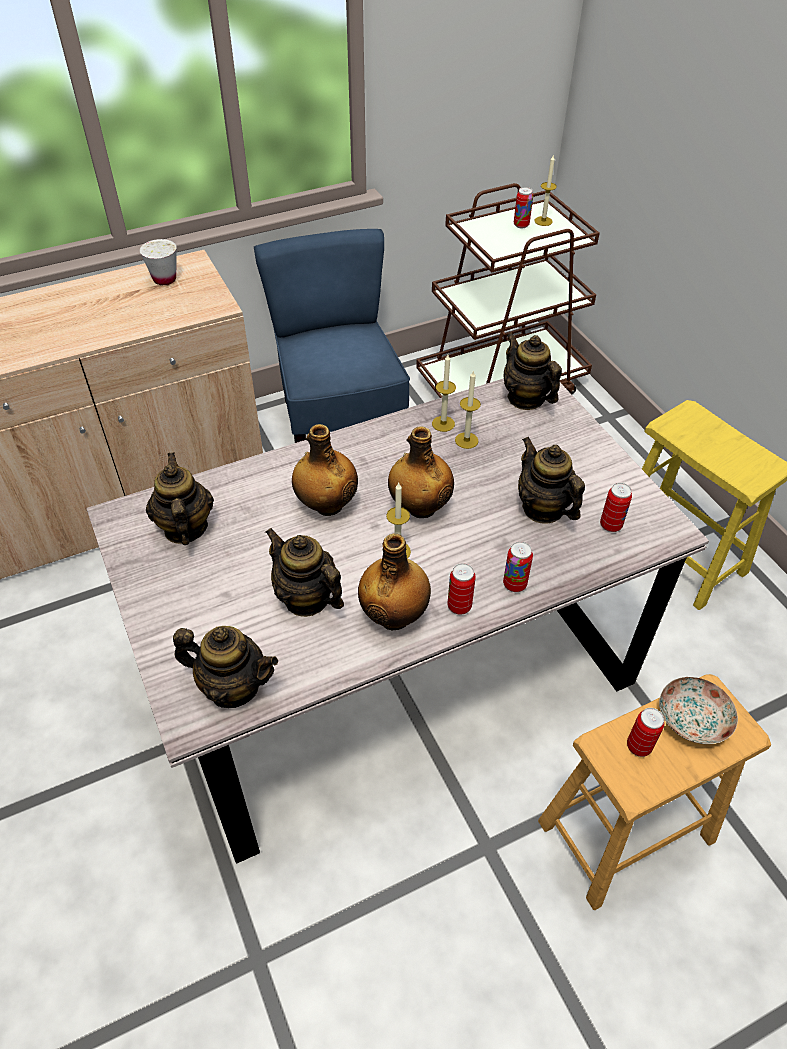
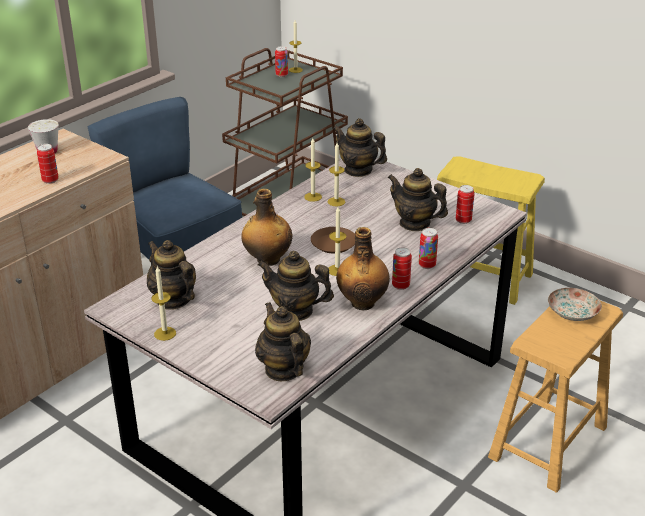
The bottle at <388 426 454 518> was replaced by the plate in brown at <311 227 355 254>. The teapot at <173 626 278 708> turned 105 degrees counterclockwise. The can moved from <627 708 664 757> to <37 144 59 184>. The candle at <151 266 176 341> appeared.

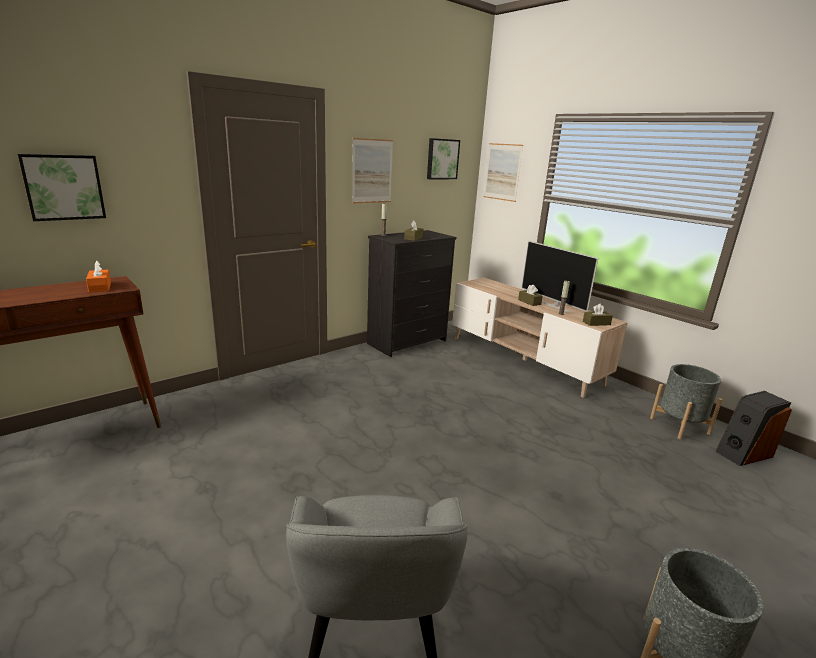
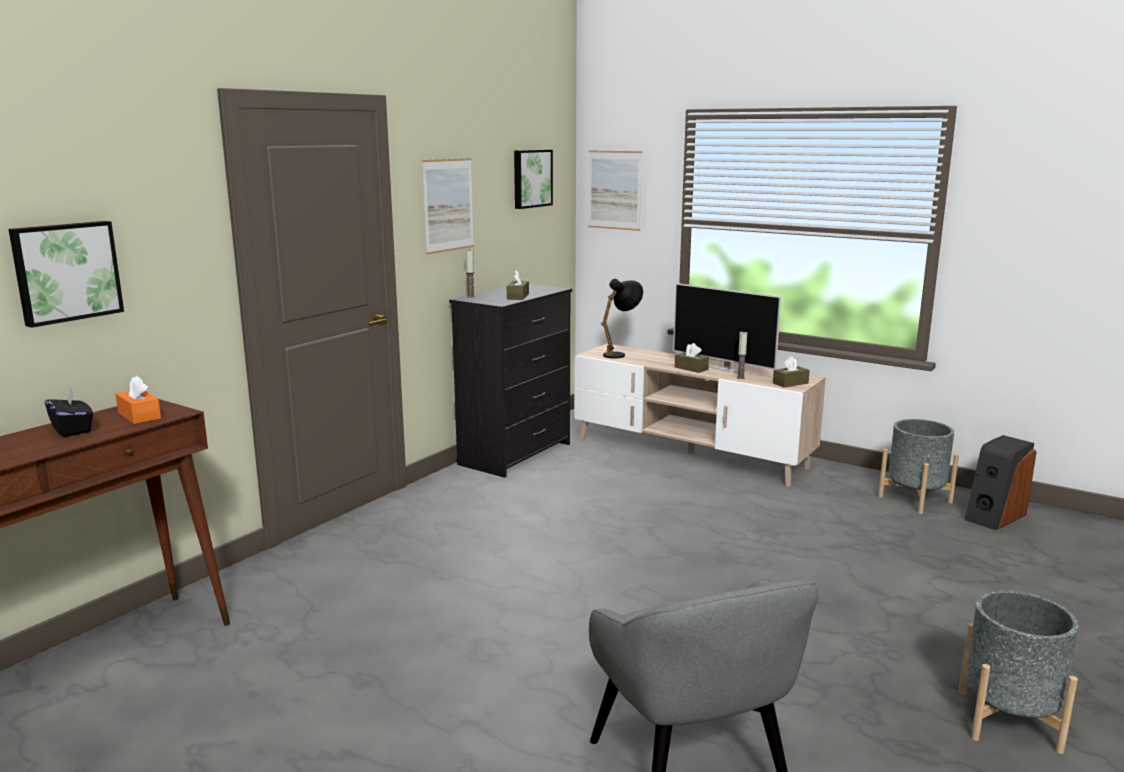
The table lamp in black at <601 279 643 359> appeared. The tissue box in black at <45 388 93 437> appeared.

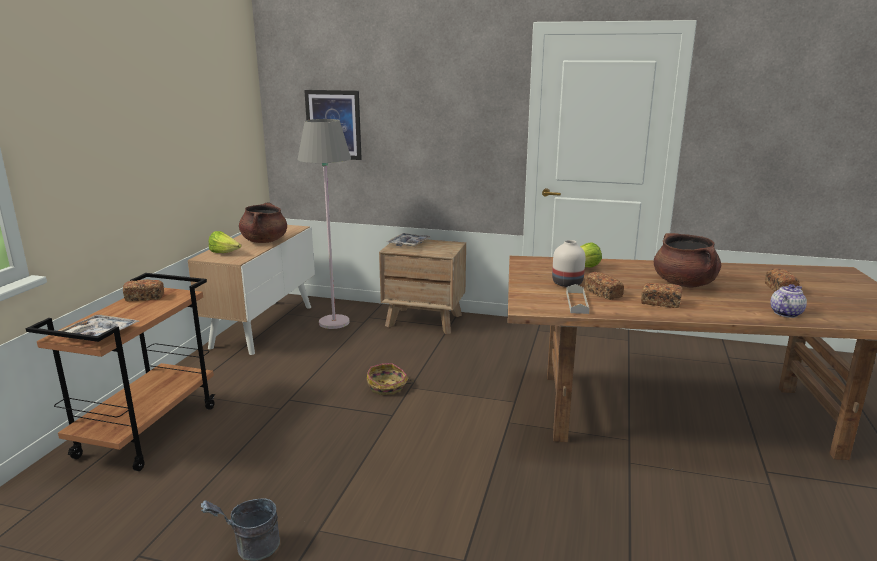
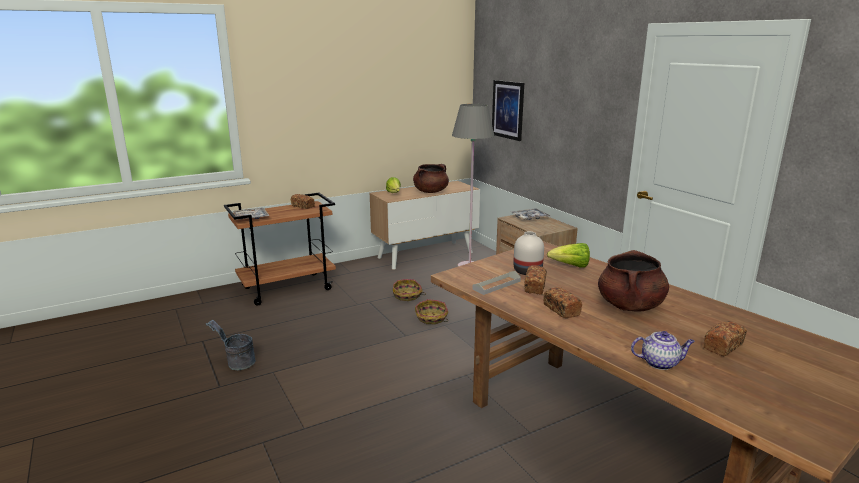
The basket at <393 279 426 301> appeared.

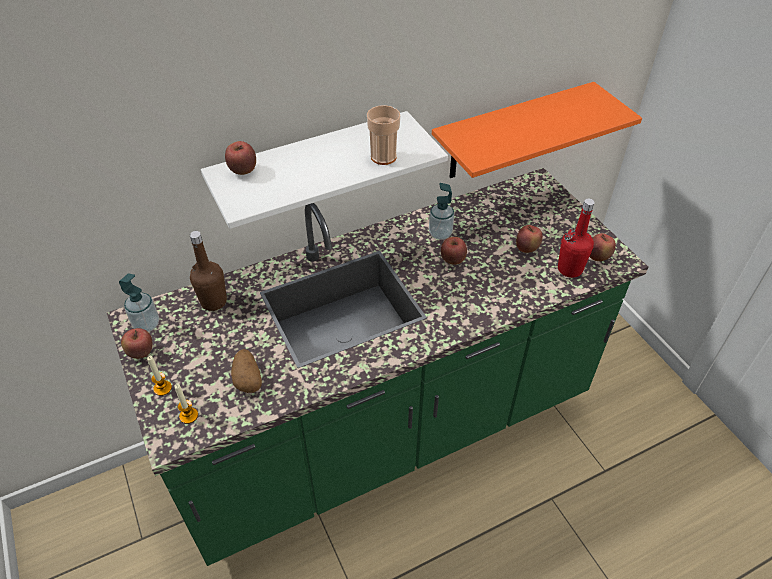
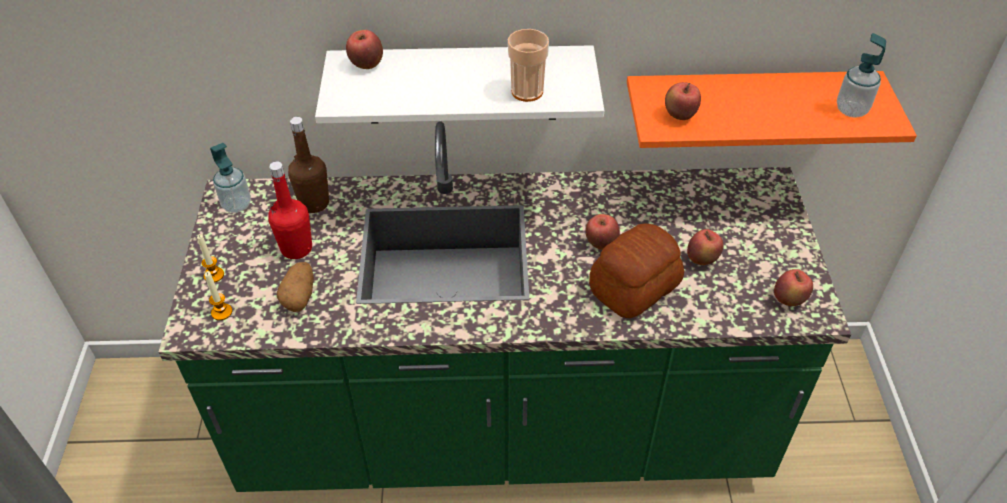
The soap dispenser moved from <429 183 454 240> to <837 33 886 118>. The bottle in red moved from <558 199 594 278> to <268 162 312 259>. The apple moved from <121 328 153 359> to <665 82 701 120>. The bread at <589 224 684 318> appeared.

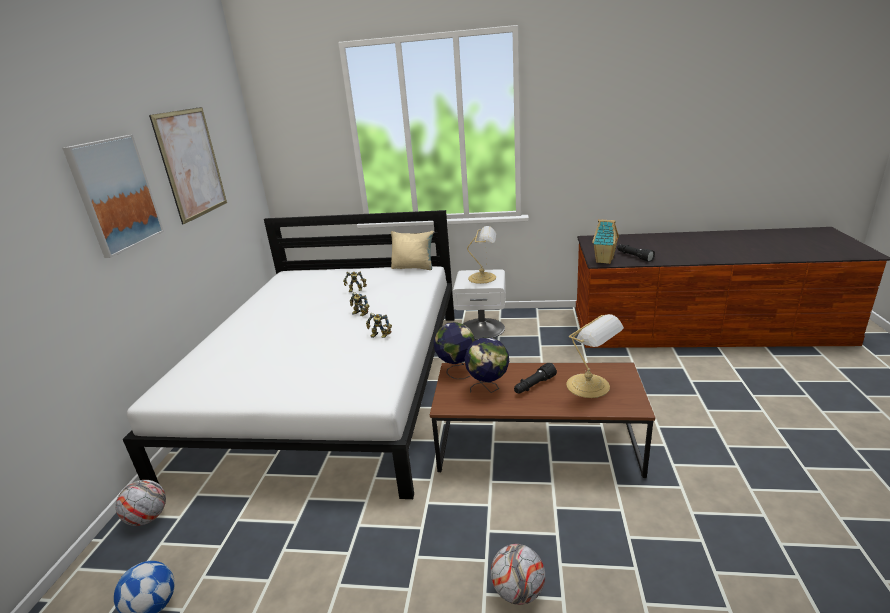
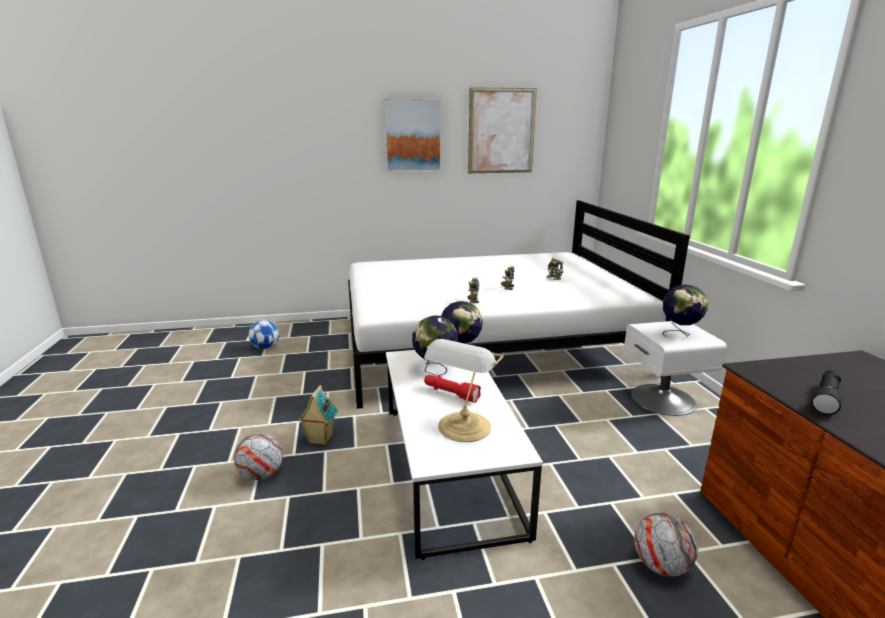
The toy house moved from <592 219 619 264> to <298 385 338 445>. The table lamp at <467 226 496 284> was replaced by the globe at <663 284 708 337>. The pillow in beige at <391 231 434 270> disappeared. The coffee table in brown at <430 363 656 478> became the coffee table in white at <386 350 543 560>. The flashlight in black at <514 363 557 393> became the flashlight in red at <424 375 481 403>. The football moved from <116 480 166 526> to <634 513 698 577>.

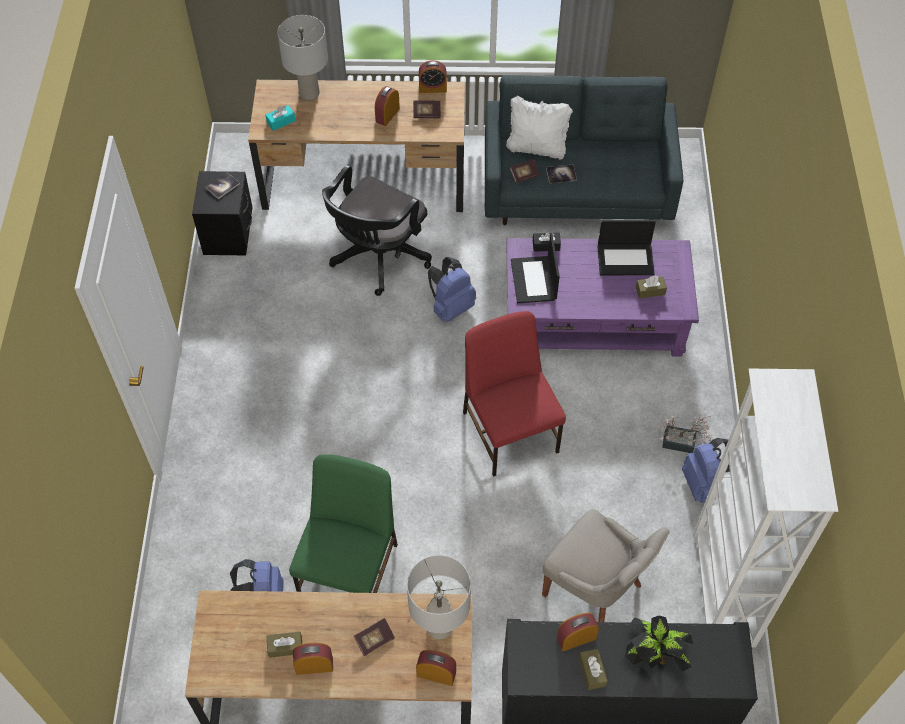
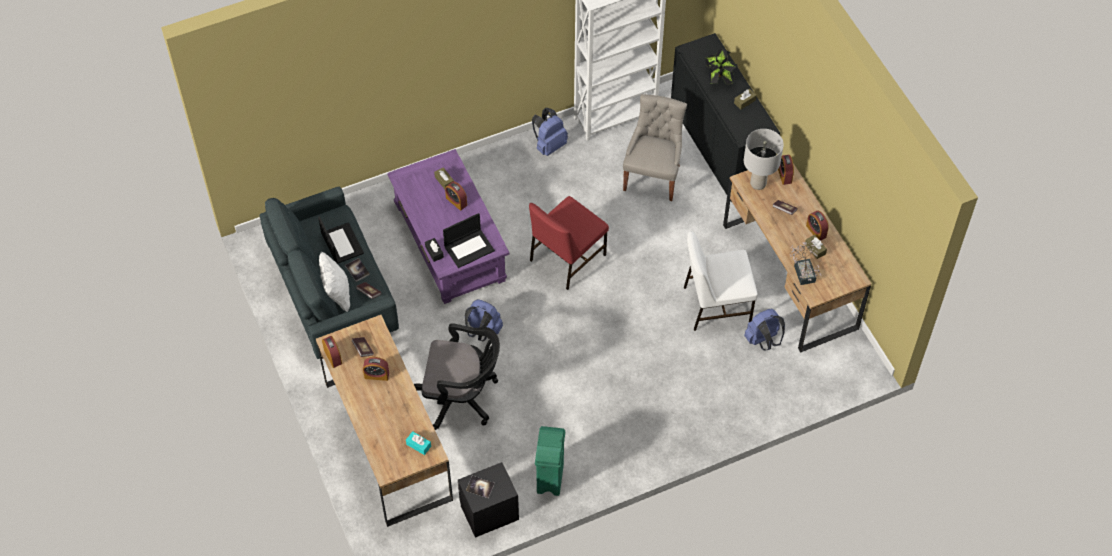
The table lamp in grey at <277 15 328 101> disappeared. The laptop moved from <597 220 656 275> to <318 216 364 264>. The potted plant moved from <658 414 712 453> to <790 241 821 285>. The chair in green at <289 454 398 593> became the chair in white at <684 231 758 331>. The alarm clock moved from <557 613 599 651> to <445 181 467 211>. The trash can in green at <535 426 565 496> appeared.

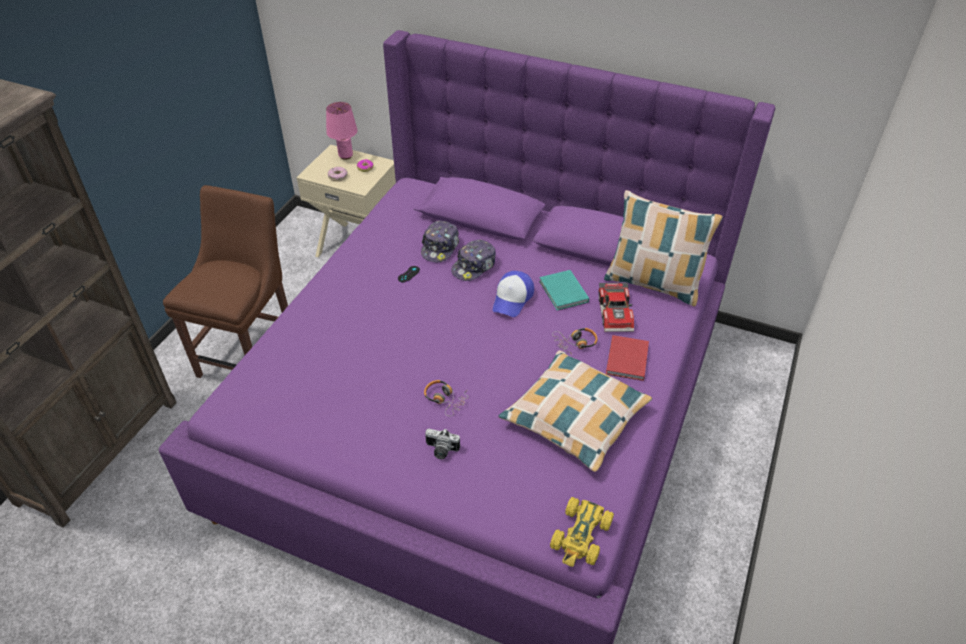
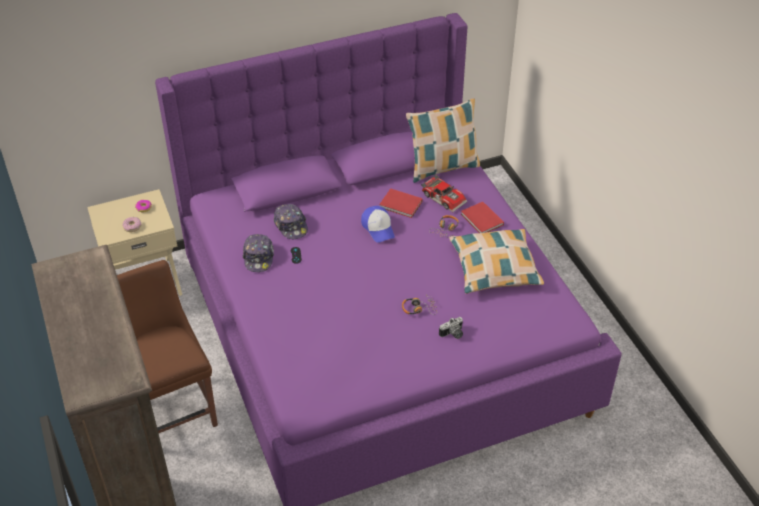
The table lamp in pink at <326 102 357 160> disappeared. The cap moved from <451 240 496 281> to <243 234 274 272>. The book in turquoise at <539 270 589 310> became the book in red at <379 188 422 218>. The toy car in yellow at <550 497 614 567> disappeared.

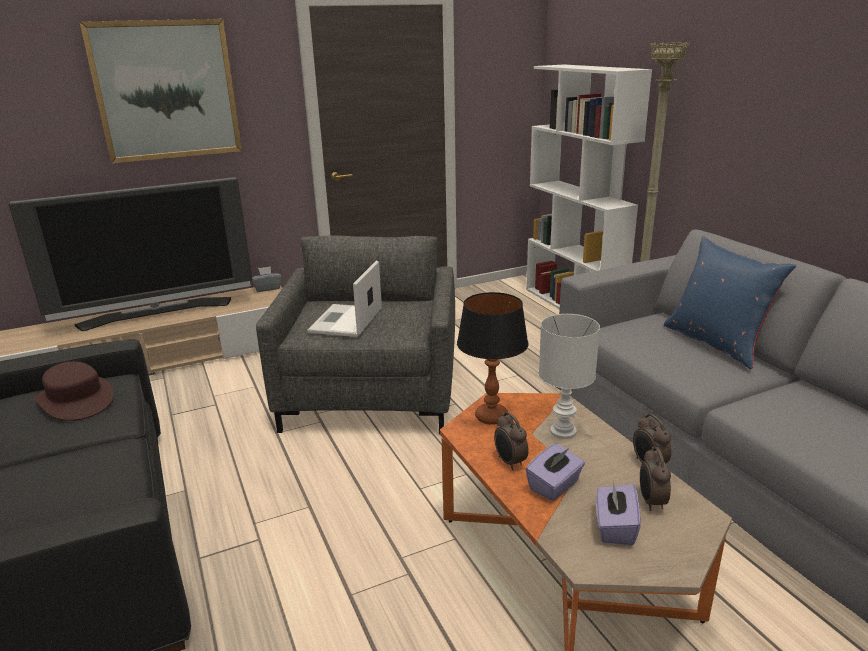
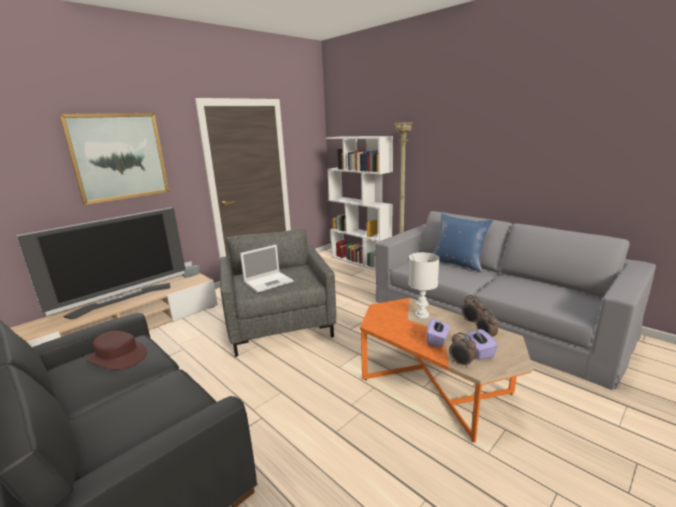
The laptop at <307 261 382 337> turned 120 degrees counterclockwise. The table lamp at <457 292 529 425> disappeared. The alarm clock moved from <494 412 528 470> to <449 332 476 368>.

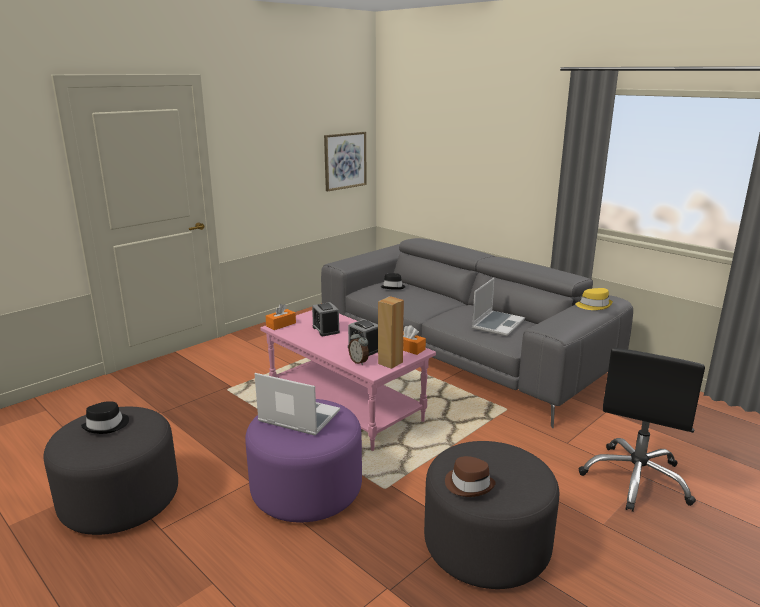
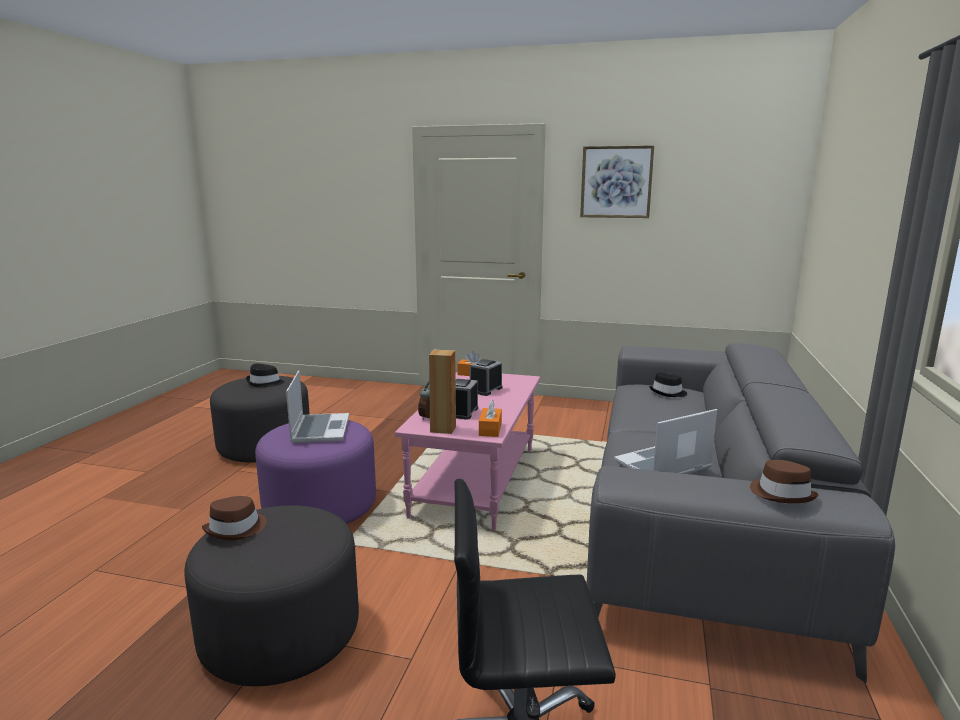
The picture moved from <324 132 367 191> to <580 145 654 218>. The laptop at <472 278 525 336> turned 150 degrees clockwise. The hat in yellow at <575 288 613 310> became the hat in brown at <750 460 819 503>.

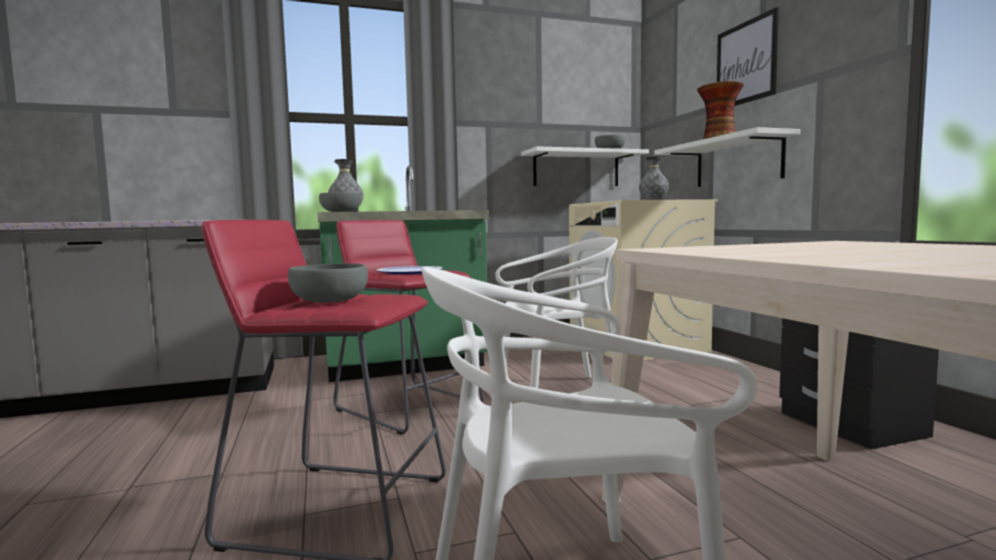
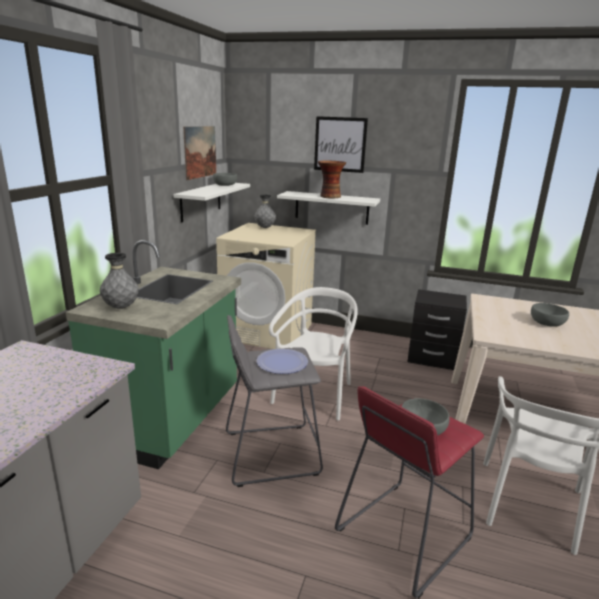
The bowl in grey moved from <319 192 361 212> to <531 303 569 327>. The stool in red at <333 220 484 435> became the stool in grey at <226 315 323 487>. The picture at <183 126 216 180> appeared.

